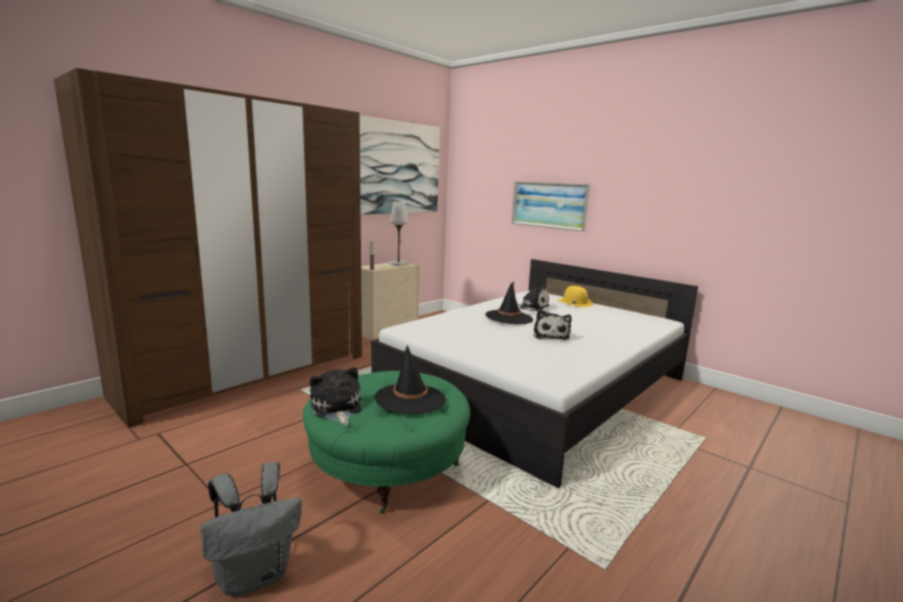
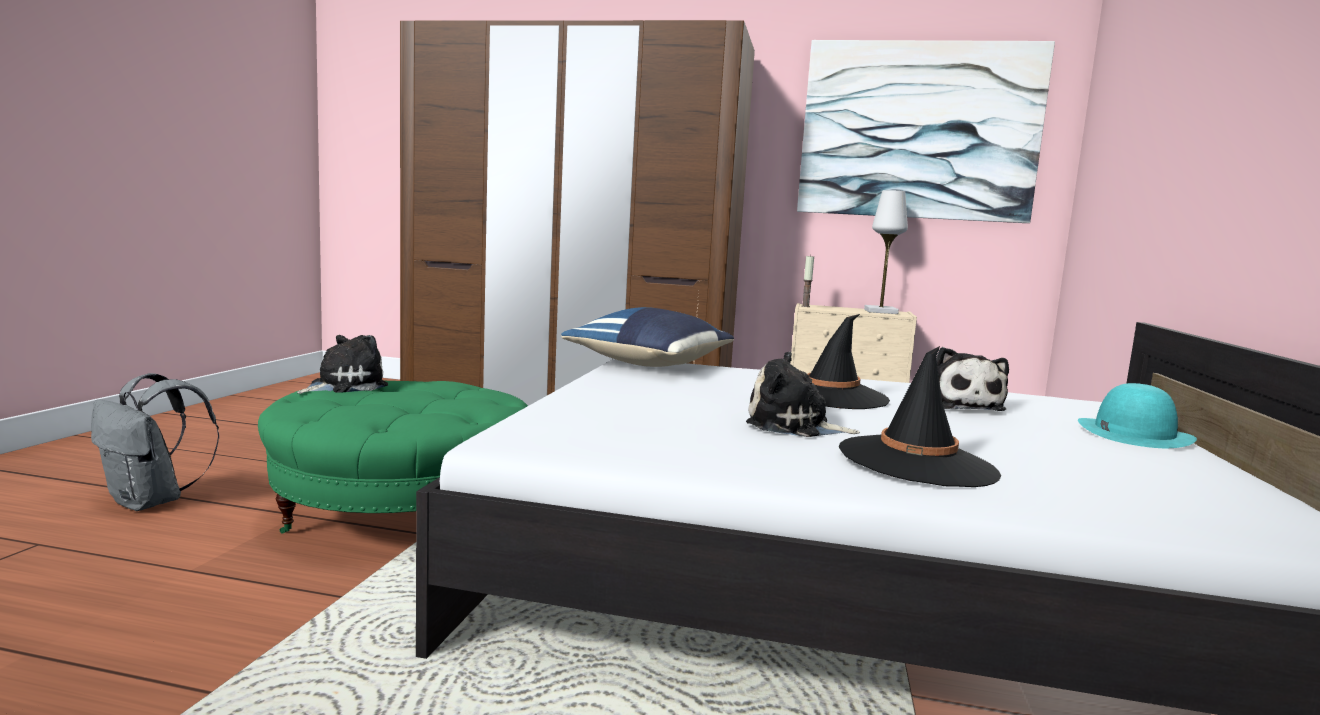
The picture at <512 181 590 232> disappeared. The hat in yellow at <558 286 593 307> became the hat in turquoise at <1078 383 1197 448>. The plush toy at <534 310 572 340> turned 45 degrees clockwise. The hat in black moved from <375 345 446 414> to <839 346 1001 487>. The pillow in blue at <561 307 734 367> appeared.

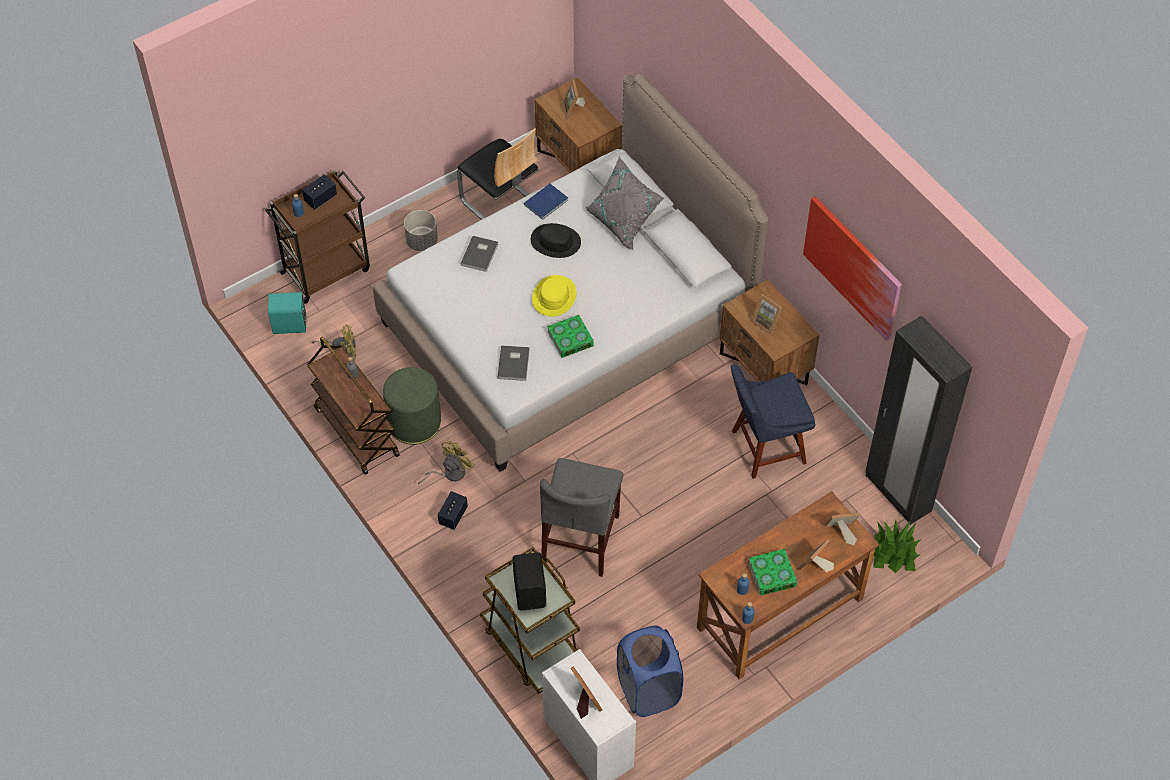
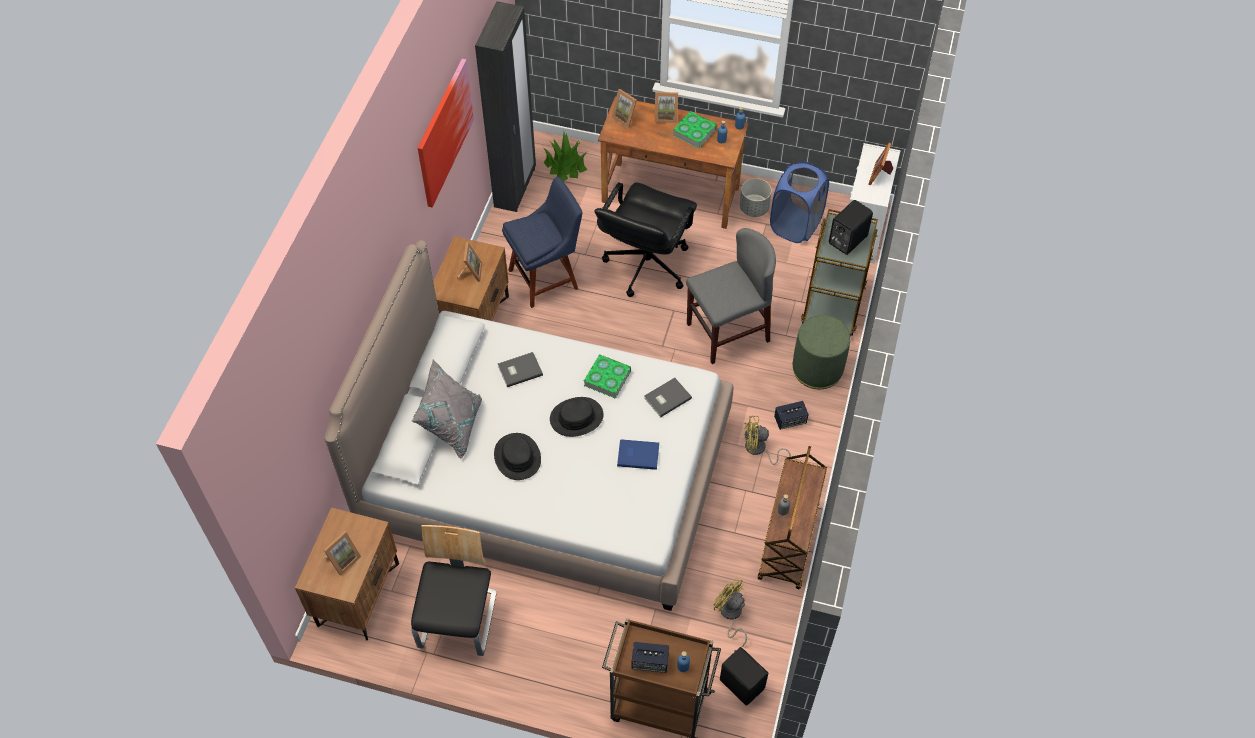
The book in blue moved from <524 184 568 220> to <617 439 659 470>. The planter in grey moved from <404 210 438 251> to <740 178 772 217>. The book in grey moved from <460 236 498 272> to <498 352 543 387>. The hat in yellow at <532 275 576 317> became the hat in black at <550 397 603 437>. The speaker in turquoise at <268 292 308 334> became the speaker in black at <720 647 768 706>. The chair in blue at <731 365 816 479> turned 60 degrees counterclockwise. The ottoman in green moved from <383 367 441 445> to <793 315 851 389>. The office chair in black at <595 182 697 297> appeared.

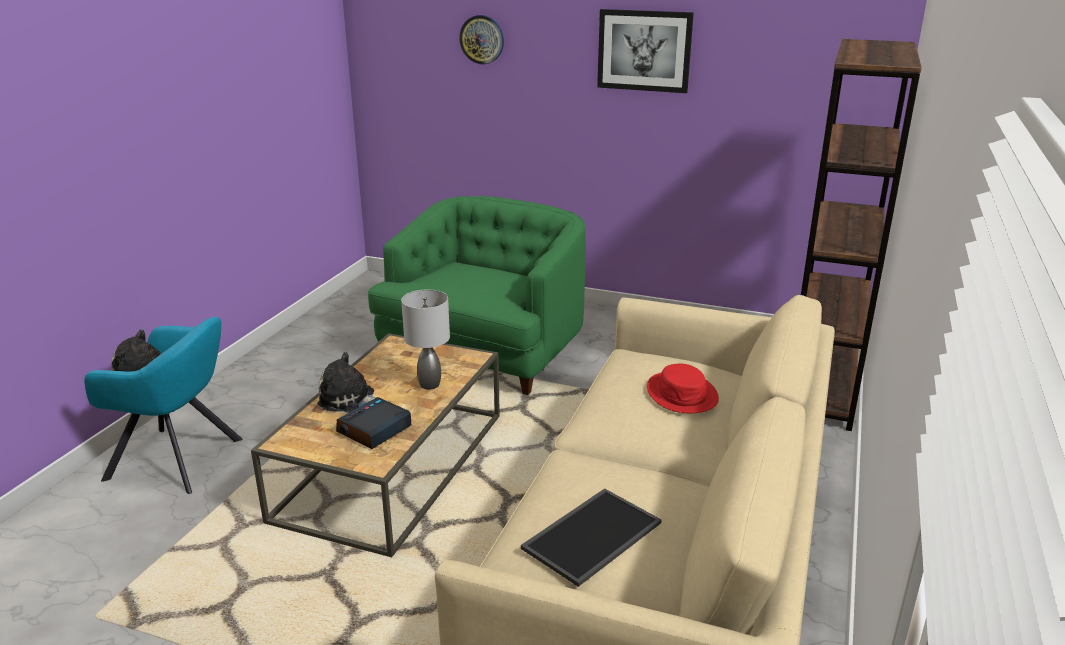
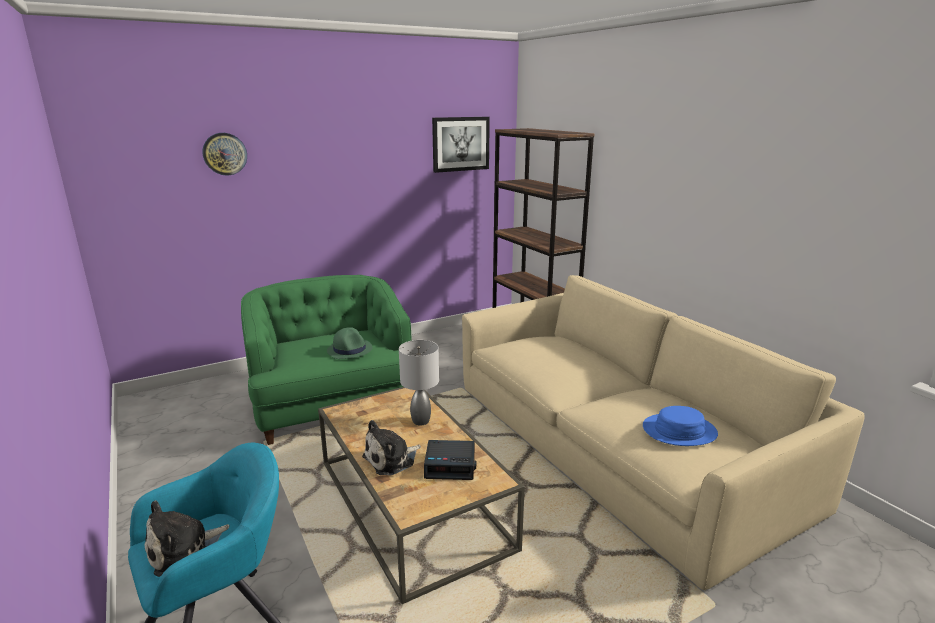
The picture moved from <597 9 694 93> to <432 117 490 173>. The hat in red at <647 364 719 413> disappeared. The alarm clock at <336 397 411 449> turned 75 degrees counterclockwise. The tray at <521 489 662 587> was replaced by the hat in blue at <643 406 718 446>. The hat in green at <327 327 372 359> appeared.

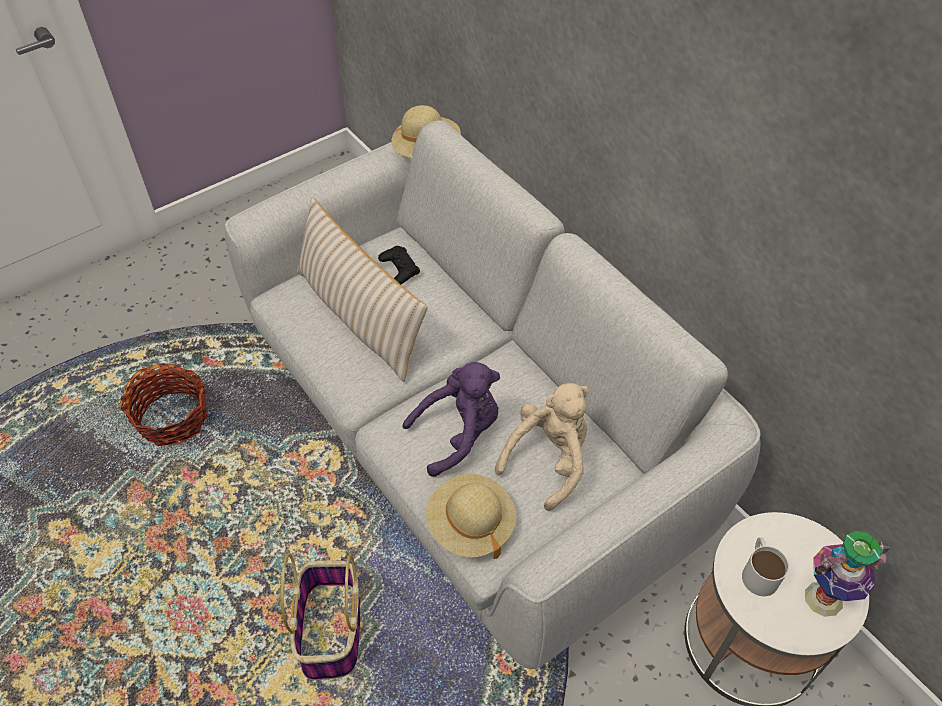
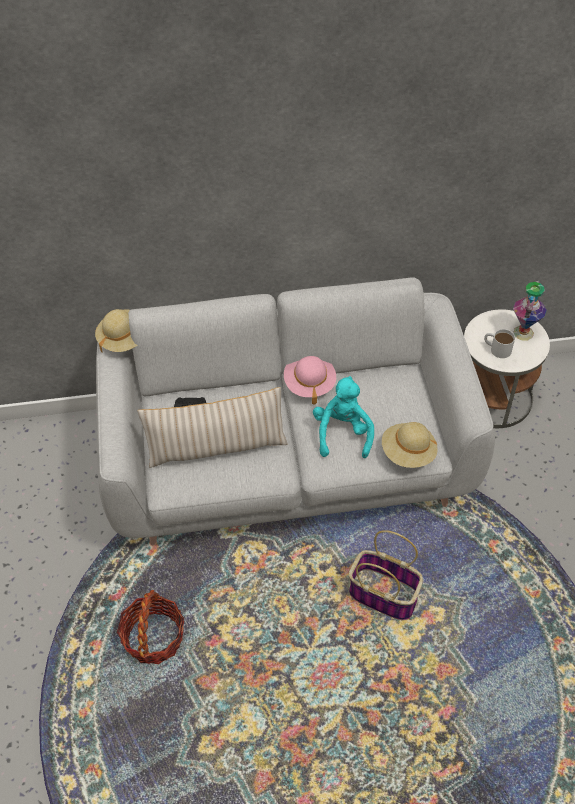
The plush toy in purple at <403 362 500 477> became the plush toy in turquoise at <313 376 374 458>. The plush toy in beige at <495 383 590 511> disappeared. The hat in pink at <284 356 336 405> appeared.

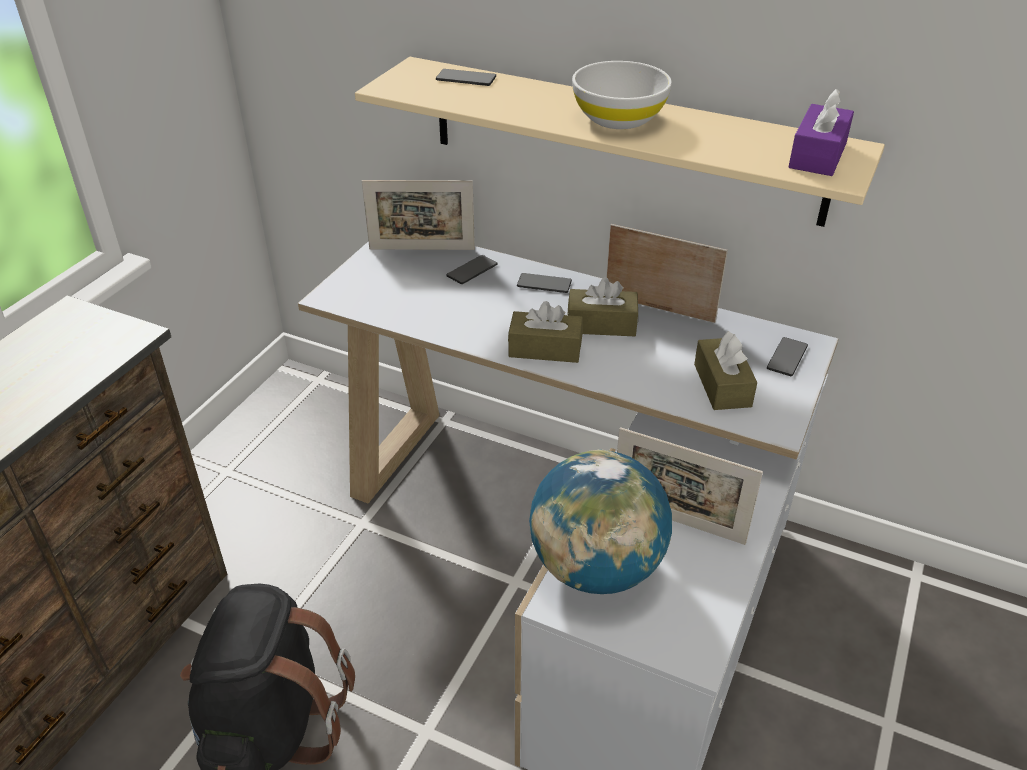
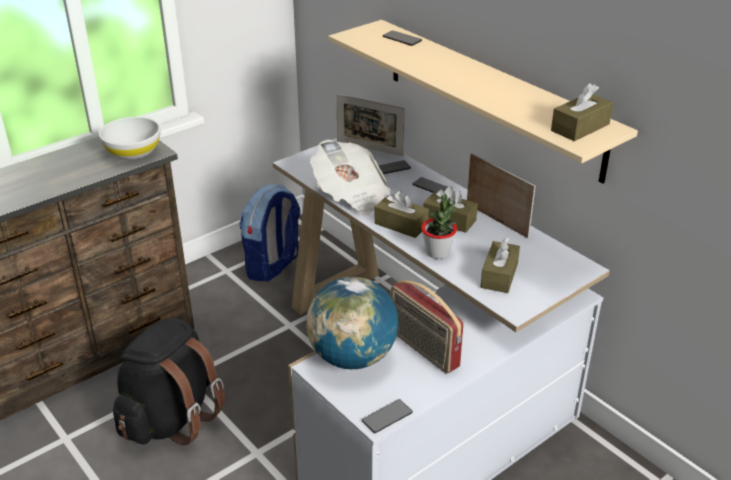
The bowl in white moved from <572 61 672 129> to <99 117 161 160>. The tissue box in purple at <789 89 854 176> became the tissue box in brown at <551 84 613 141>. The phone moved from <767 337 808 376> to <362 399 413 433>. The picture frame at <617 427 763 545> was replaced by the radio at <391 280 463 374>. The newspaper at <310 139 390 215> appeared. The backpack at <239 184 301 282> appeared. The potted plant at <421 194 457 259> appeared.

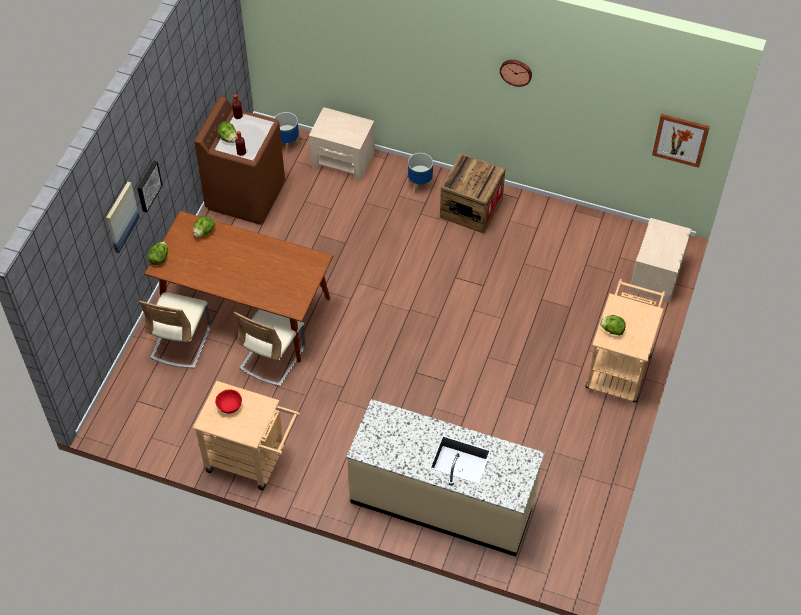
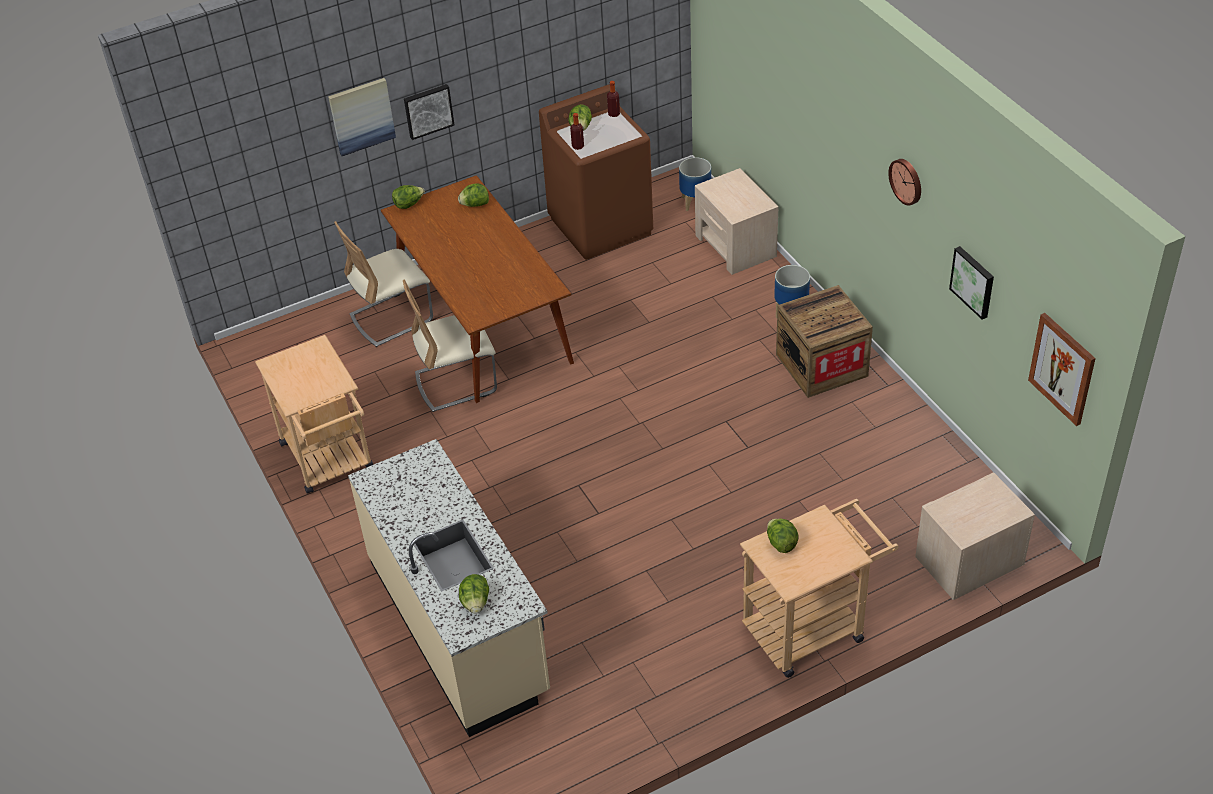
The bowl in red at <215 389 242 414> disappeared. The picture at <949 246 994 319> appeared. The lettuce at <459 574 489 614> appeared.

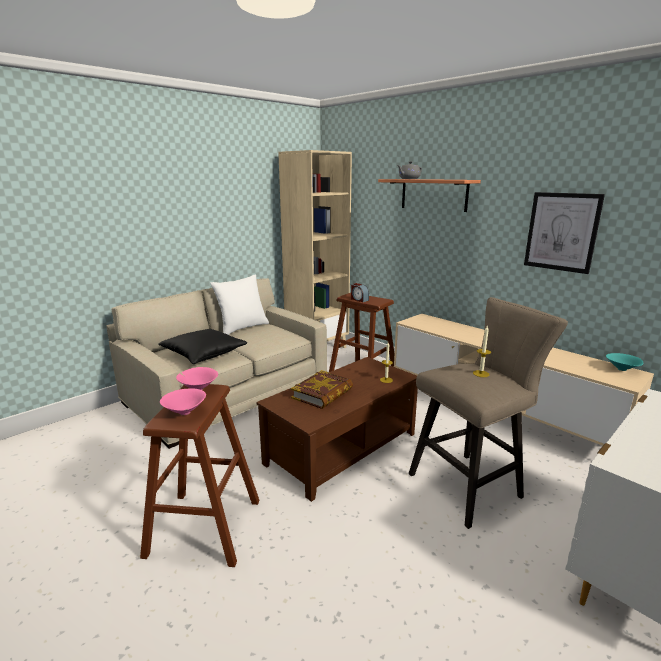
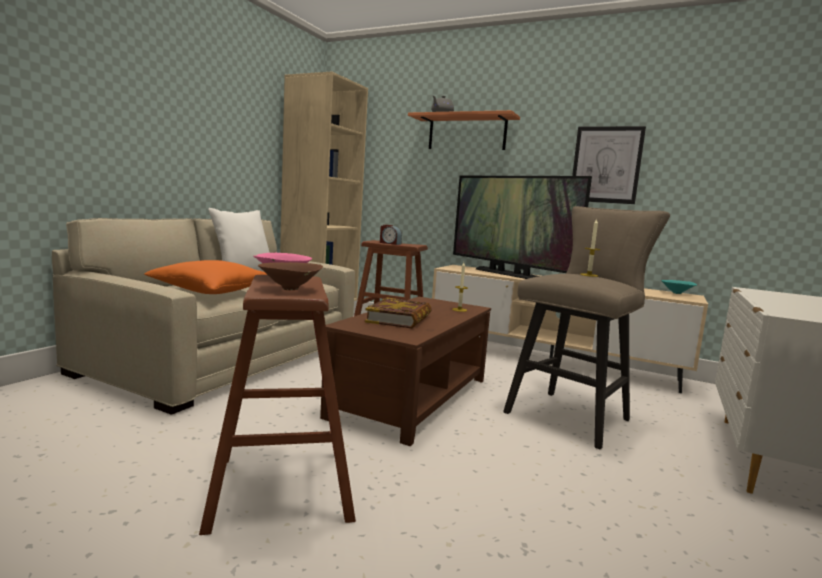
The pillow in black at <158 329 247 364> became the pillow in orange at <144 260 267 294>. The bowl in pink at <160 388 206 415> became the bowl in brown at <258 262 323 290>. The television at <453 176 592 279> appeared.

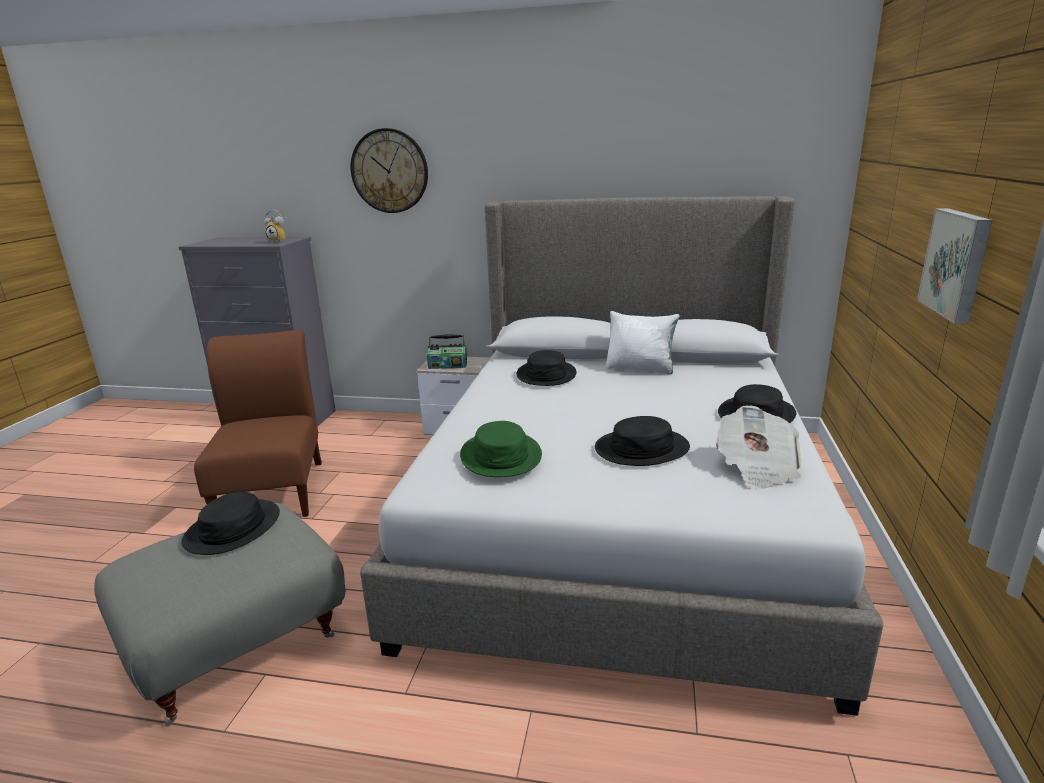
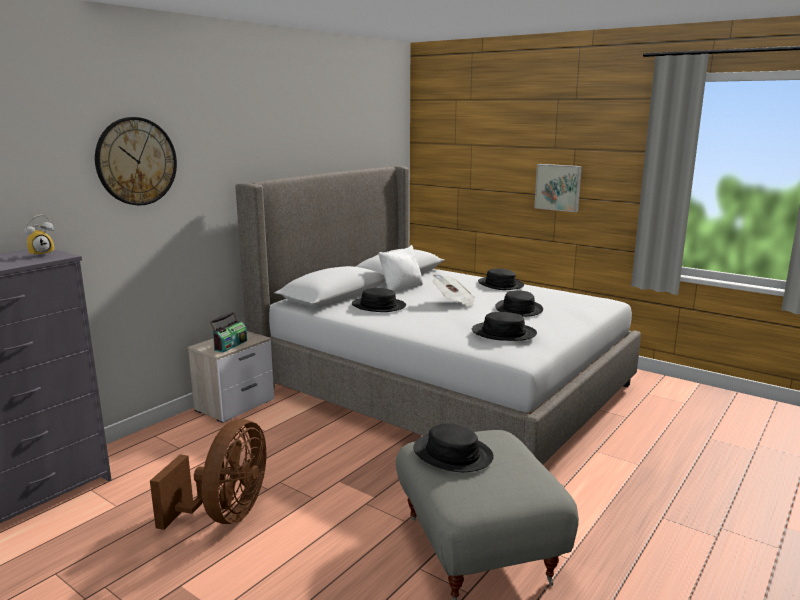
The chair in brown at <194 330 322 517> was replaced by the fan in brown at <150 419 266 530>. The newspaper moved from <716 405 801 490> to <432 274 475 307>. The hat in green at <460 421 542 477> became the hat in black at <472 312 537 341>.

